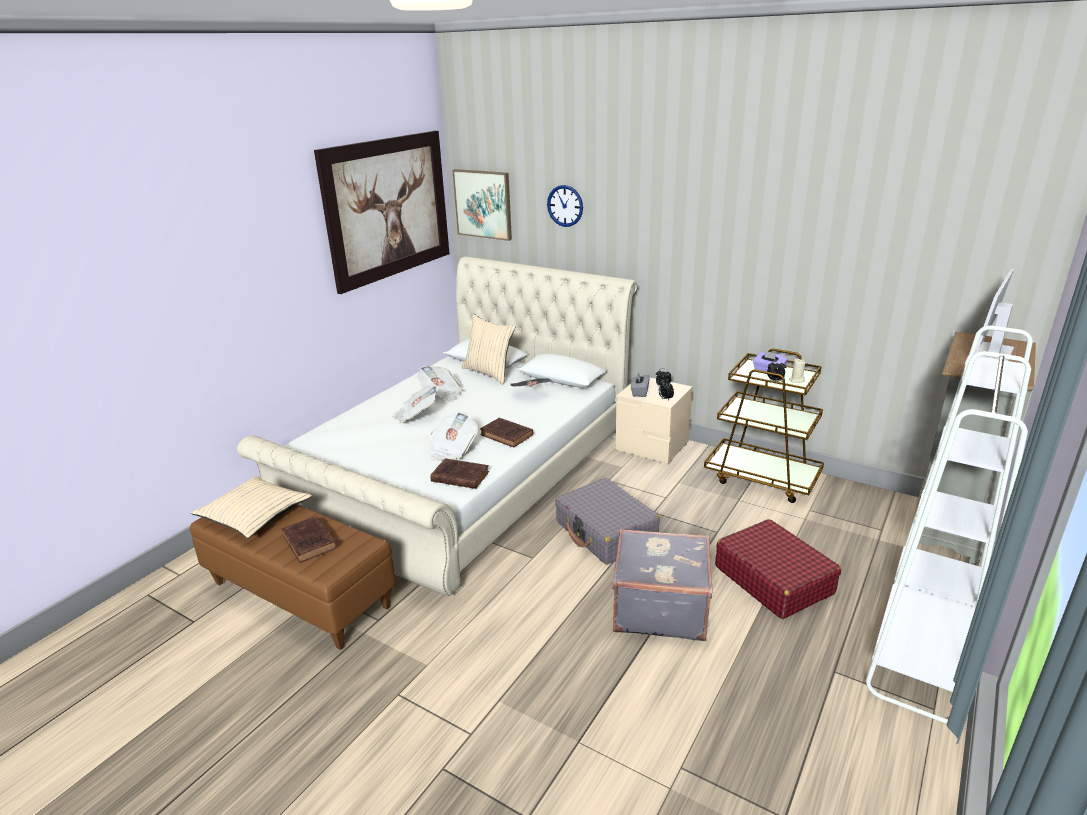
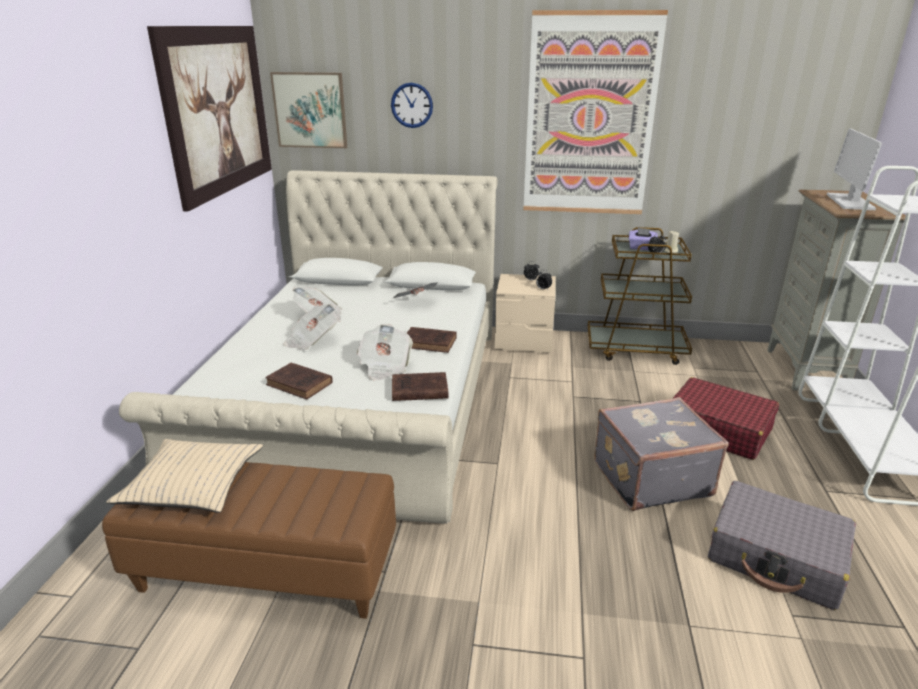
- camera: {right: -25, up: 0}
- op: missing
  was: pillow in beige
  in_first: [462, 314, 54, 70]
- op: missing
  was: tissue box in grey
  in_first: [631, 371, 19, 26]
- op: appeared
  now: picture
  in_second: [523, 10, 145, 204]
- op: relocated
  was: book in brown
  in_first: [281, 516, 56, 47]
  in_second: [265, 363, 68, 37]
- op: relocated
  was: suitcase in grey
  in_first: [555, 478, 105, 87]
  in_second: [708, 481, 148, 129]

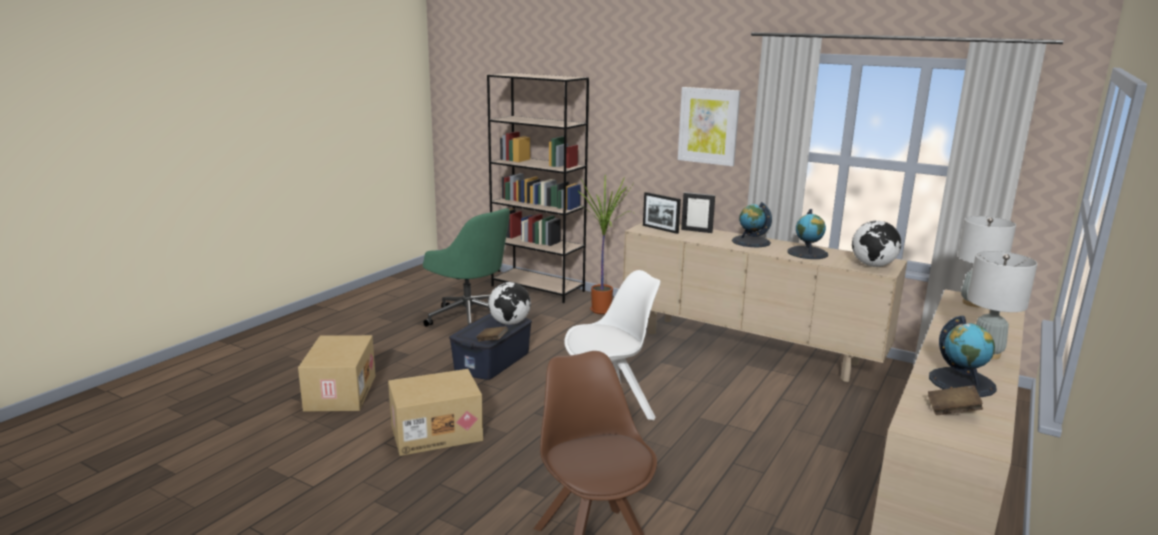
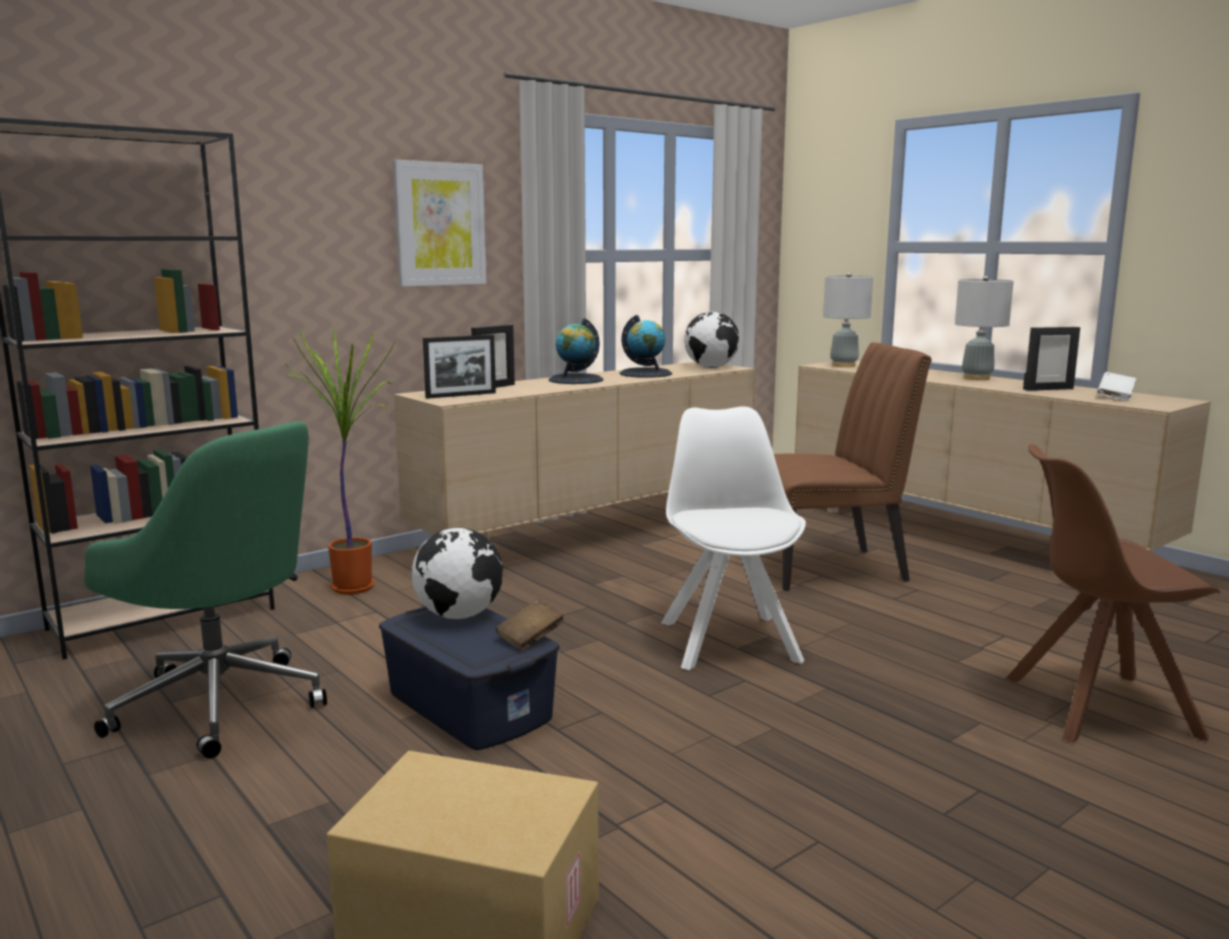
- camera: {right: -70, up: -5}
- op: missing
  was: cardboard box
  in_first: [388, 369, 95, 87]
- op: appeared
  now: chair in brown
  in_second: [774, 342, 158, 249]
- op: exchanged
  was: globe
  now: picture frame
  in_first: [929, 316, 68, 81]
  in_second: [1023, 327, 57, 64]
- op: colour
  was: book in brown
  now: book in white
  in_first: [928, 385, 55, 30]
  in_second: [1097, 372, 39, 29]
- op: spun
  was: office chair in green
  in_first: [423, 208, 87, 119]
  in_second: [84, 421, 243, 338]
  clockwise: 60

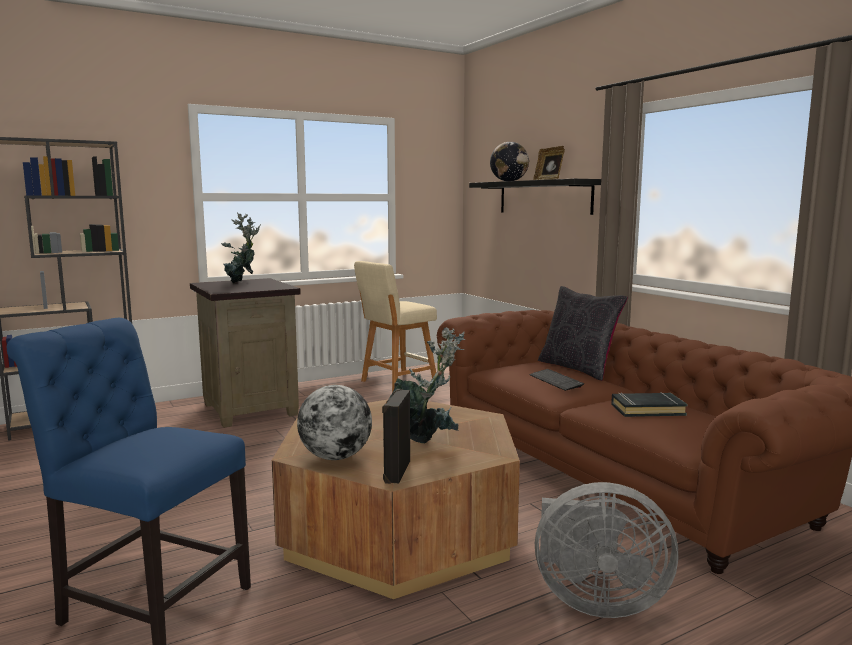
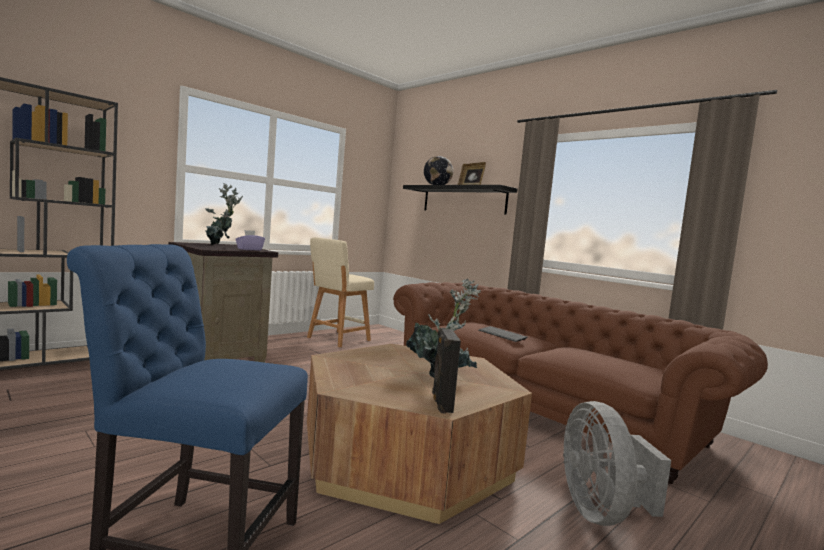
- camera: {right: -15, up: -5}
- op: missing
  was: globe
  in_first: [297, 385, 75, 75]
- op: missing
  was: pillow in black
  in_first: [538, 286, 90, 95]
- op: missing
  was: book in black
  in_first: [611, 392, 77, 25]
- op: appeared
  now: tissue box in purple
  in_second: [235, 230, 30, 21]
- op: spun
  was: fan in grey
  in_first: [535, 482, 143, 136]
  in_second: [563, 401, 108, 125]
  clockwise: 90

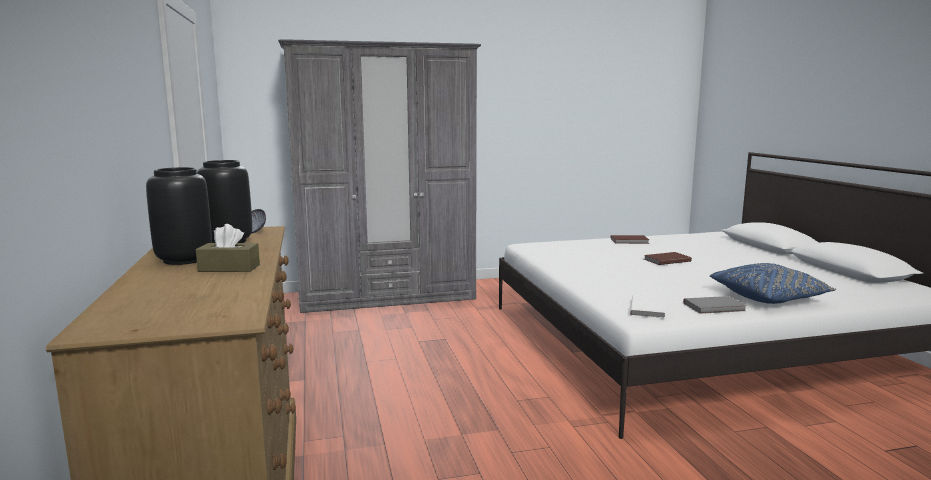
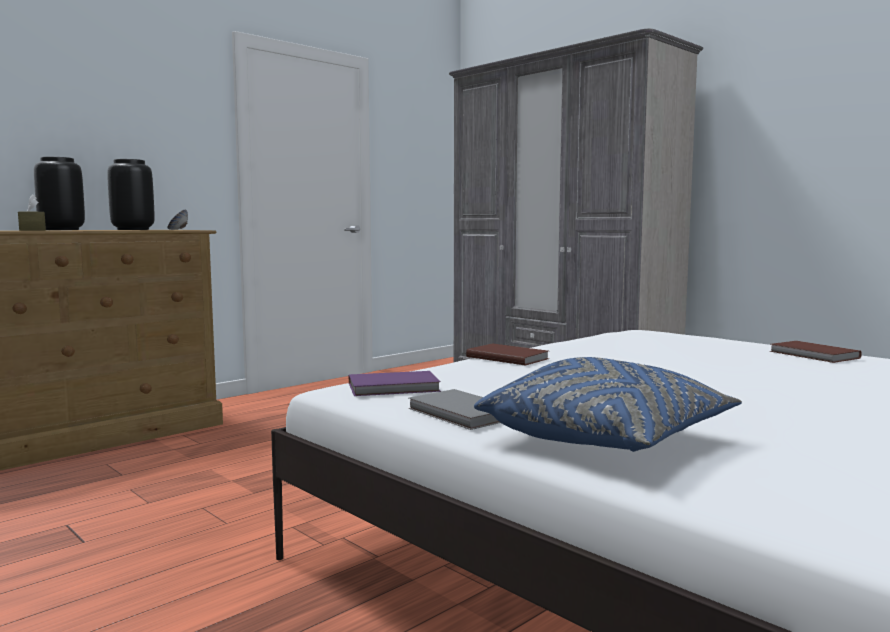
- camera: {right: 60, up: -5}
- op: relocated
  was: book in brown
  in_first: [644, 252, 48, 13]
  in_second: [466, 343, 83, 23]
- op: colour
  was: book in white
  now: book in purple
  in_first: [630, 295, 35, 24]
  in_second: [349, 371, 92, 25]

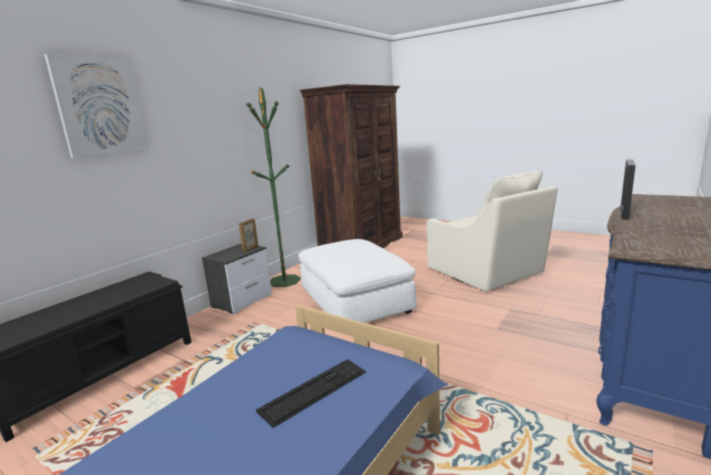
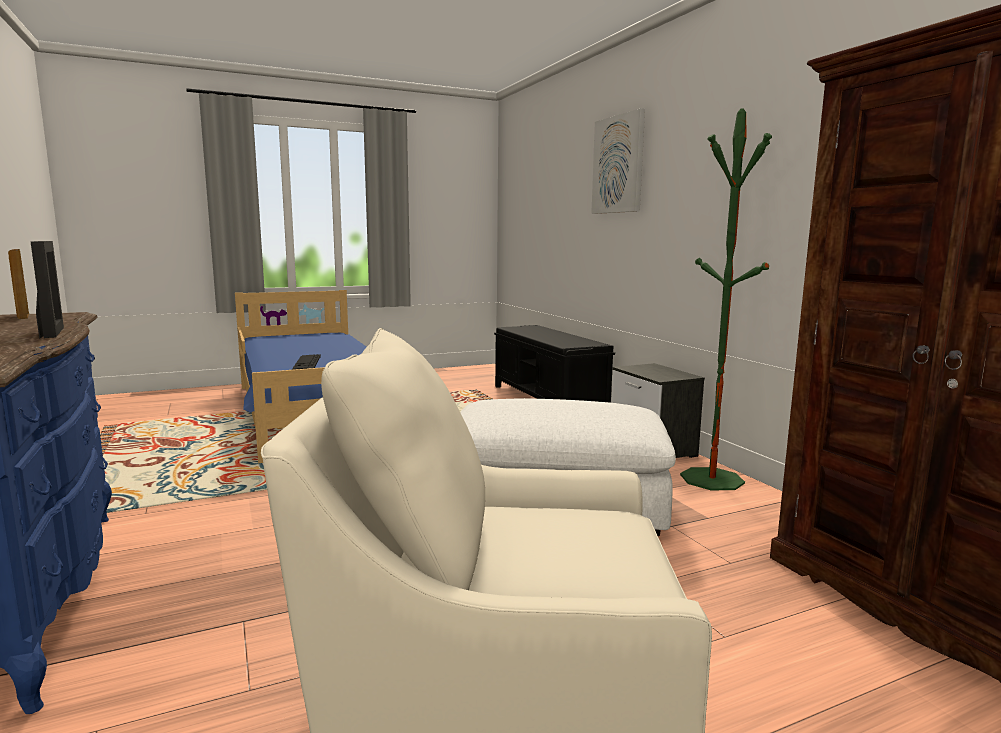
- camera: {right: 120, up: -5}
- op: relocated
  was: picture frame
  in_first: [239, 218, 19, 34]
  in_second: [8, 249, 21, 70]

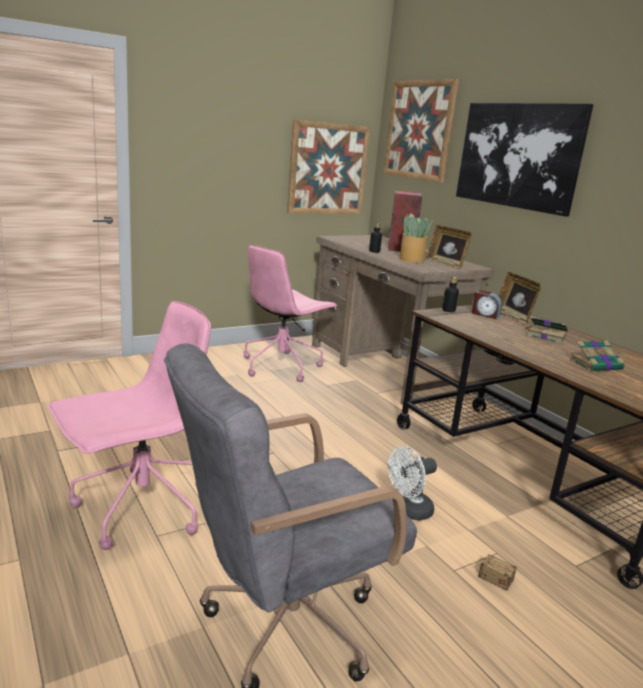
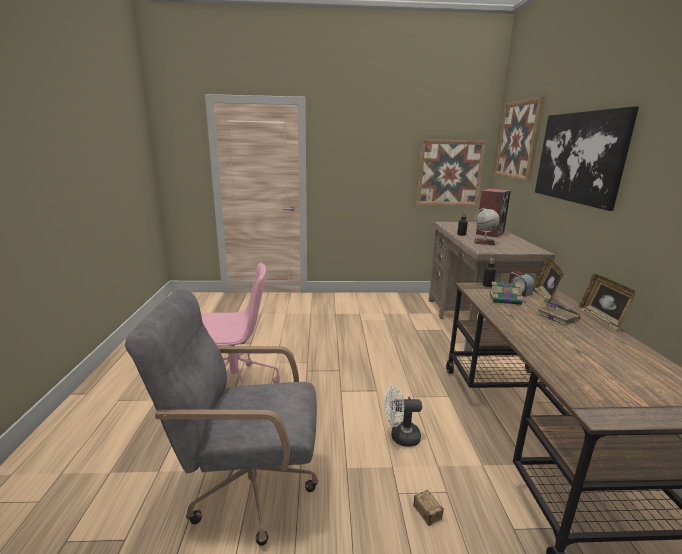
- camera: {right: 30, up: 0}
- op: missing
  was: office chair in pink
  in_first: [244, 244, 93, 138]
- op: relocated
  was: picture frame
  in_first: [426, 225, 45, 44]
  in_second: [579, 274, 57, 57]
- op: relocated
  was: book
  in_first: [570, 341, 54, 30]
  in_second: [489, 282, 38, 23]
- op: exchanged
  was: potted plant
  now: globe
  in_first: [399, 213, 34, 50]
  in_second: [474, 208, 25, 37]

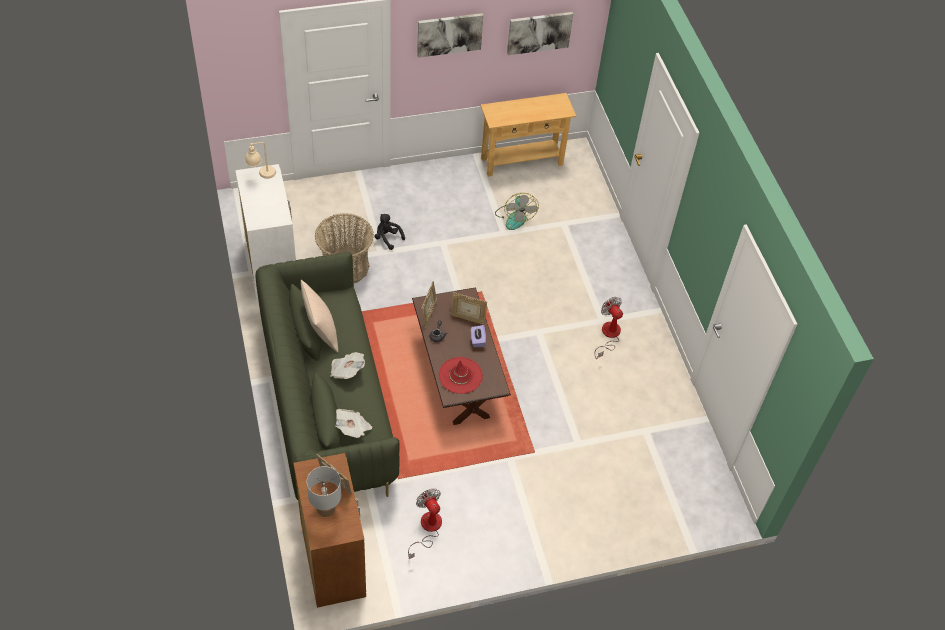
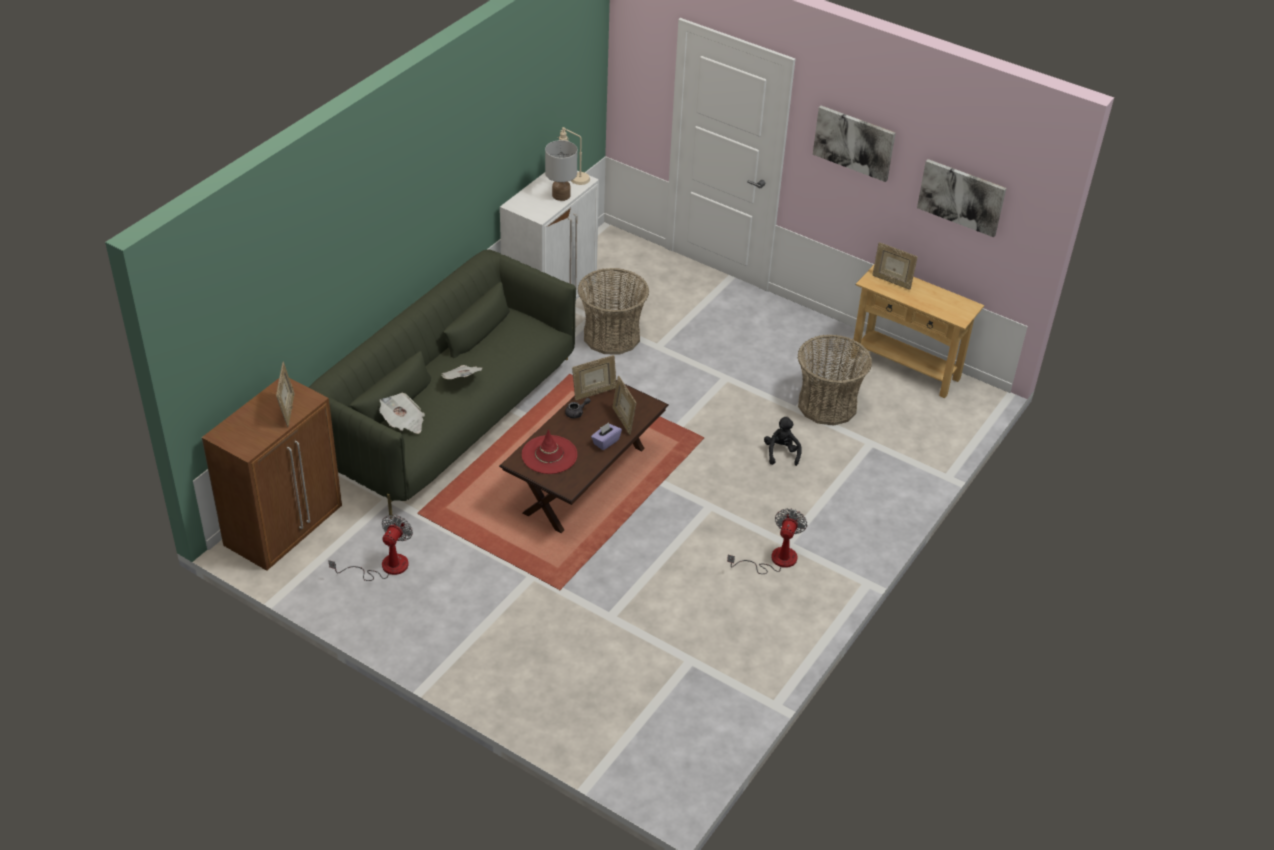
- camera: {right: 50, up: -10}
- op: missing
  was: pillow in beige
  in_first: [301, 280, 37, 73]
- op: appeared
  now: picture frame
  in_second: [872, 242, 46, 48]
- op: relocated
  was: table lamp in grey
  in_first: [307, 466, 34, 51]
  in_second: [545, 140, 32, 61]
- op: relocated
  was: plush toy in black
  in_first: [375, 214, 30, 36]
  in_second: [764, 417, 38, 49]
- op: exchanged
  was: fan
  now: basket
  in_first: [495, 193, 44, 37]
  in_second: [797, 334, 75, 92]

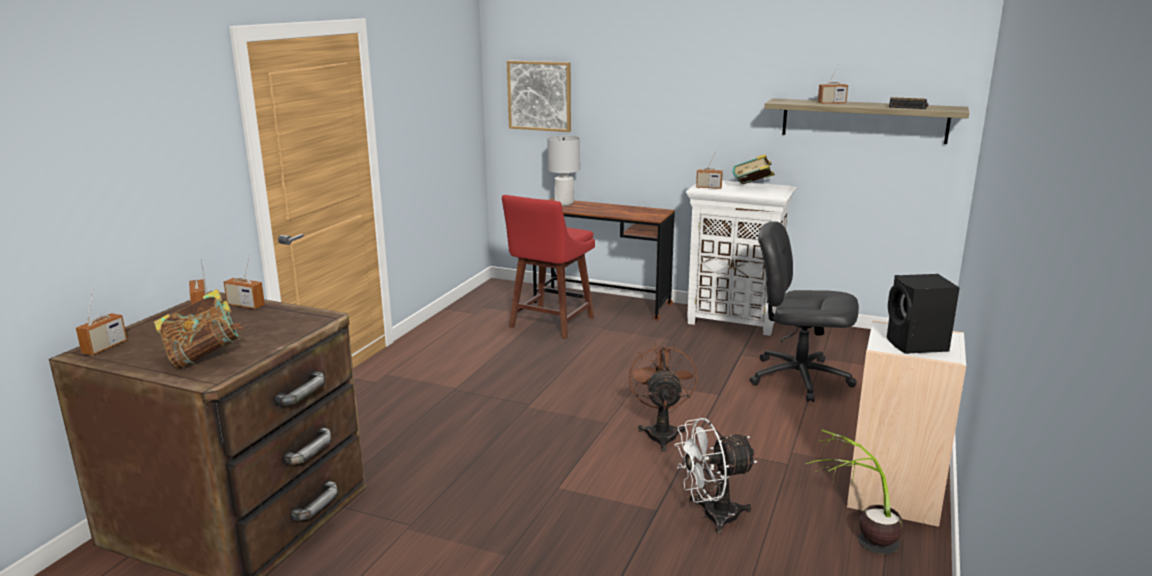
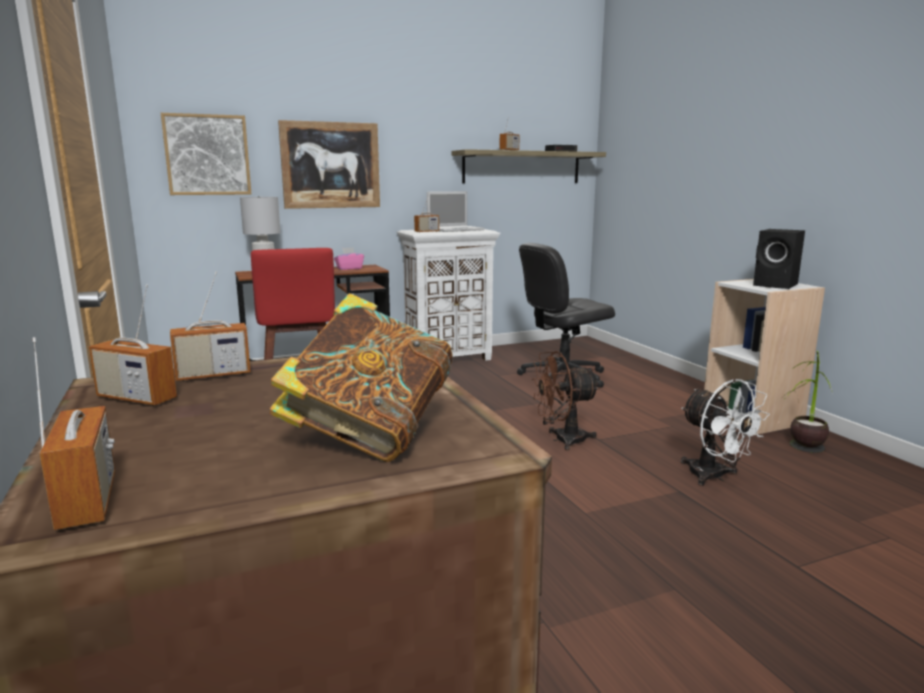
- camera: {right: -45, up: -5}
- op: appeared
  now: picture
  in_second: [278, 120, 102, 89]
- op: appeared
  now: tissue box in pink
  in_second: [334, 247, 30, 23]
- op: exchanged
  was: book
  now: laptop
  in_first: [733, 154, 42, 30]
  in_second: [427, 191, 58, 41]
- op: spun
  was: fan in brown
  in_first: [629, 342, 69, 109]
  in_second: [531, 351, 69, 99]
  clockwise: -60
- op: spun
  was: fan in white
  in_first: [675, 418, 82, 116]
  in_second: [681, 378, 89, 108]
  clockwise: -60

